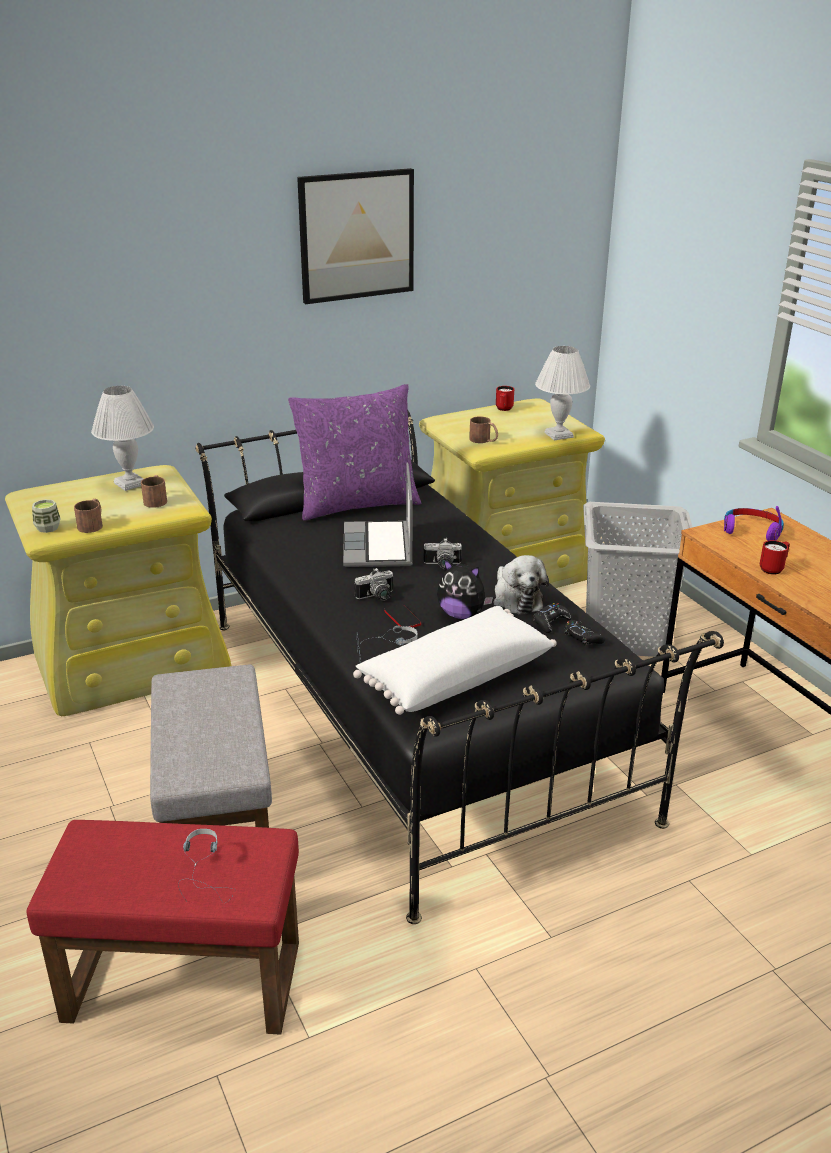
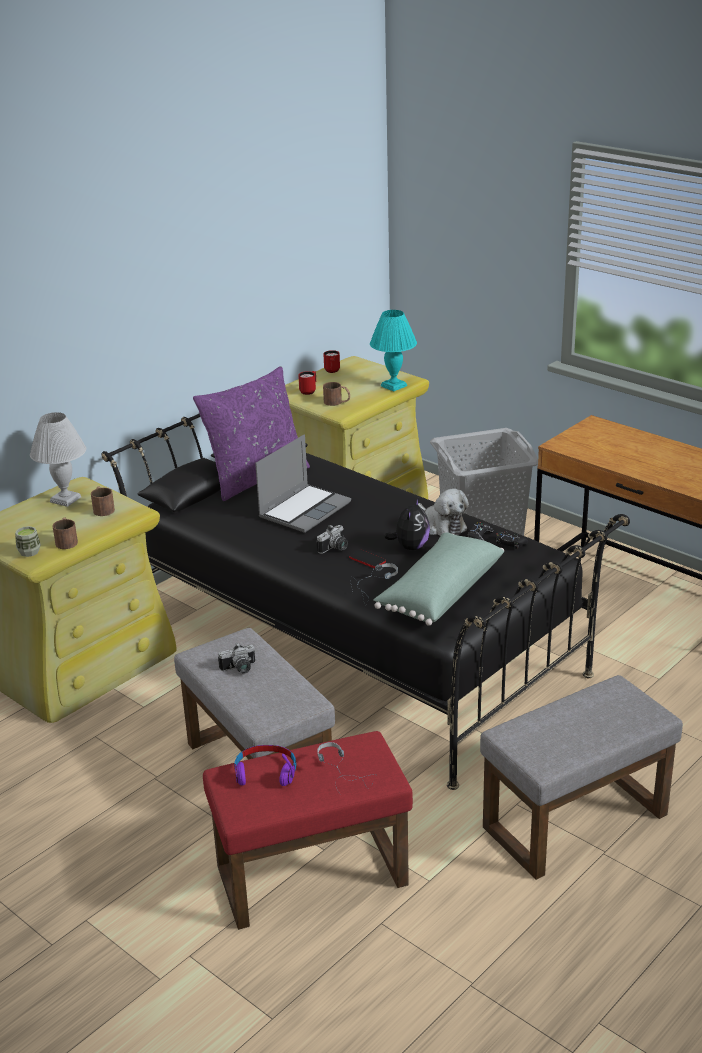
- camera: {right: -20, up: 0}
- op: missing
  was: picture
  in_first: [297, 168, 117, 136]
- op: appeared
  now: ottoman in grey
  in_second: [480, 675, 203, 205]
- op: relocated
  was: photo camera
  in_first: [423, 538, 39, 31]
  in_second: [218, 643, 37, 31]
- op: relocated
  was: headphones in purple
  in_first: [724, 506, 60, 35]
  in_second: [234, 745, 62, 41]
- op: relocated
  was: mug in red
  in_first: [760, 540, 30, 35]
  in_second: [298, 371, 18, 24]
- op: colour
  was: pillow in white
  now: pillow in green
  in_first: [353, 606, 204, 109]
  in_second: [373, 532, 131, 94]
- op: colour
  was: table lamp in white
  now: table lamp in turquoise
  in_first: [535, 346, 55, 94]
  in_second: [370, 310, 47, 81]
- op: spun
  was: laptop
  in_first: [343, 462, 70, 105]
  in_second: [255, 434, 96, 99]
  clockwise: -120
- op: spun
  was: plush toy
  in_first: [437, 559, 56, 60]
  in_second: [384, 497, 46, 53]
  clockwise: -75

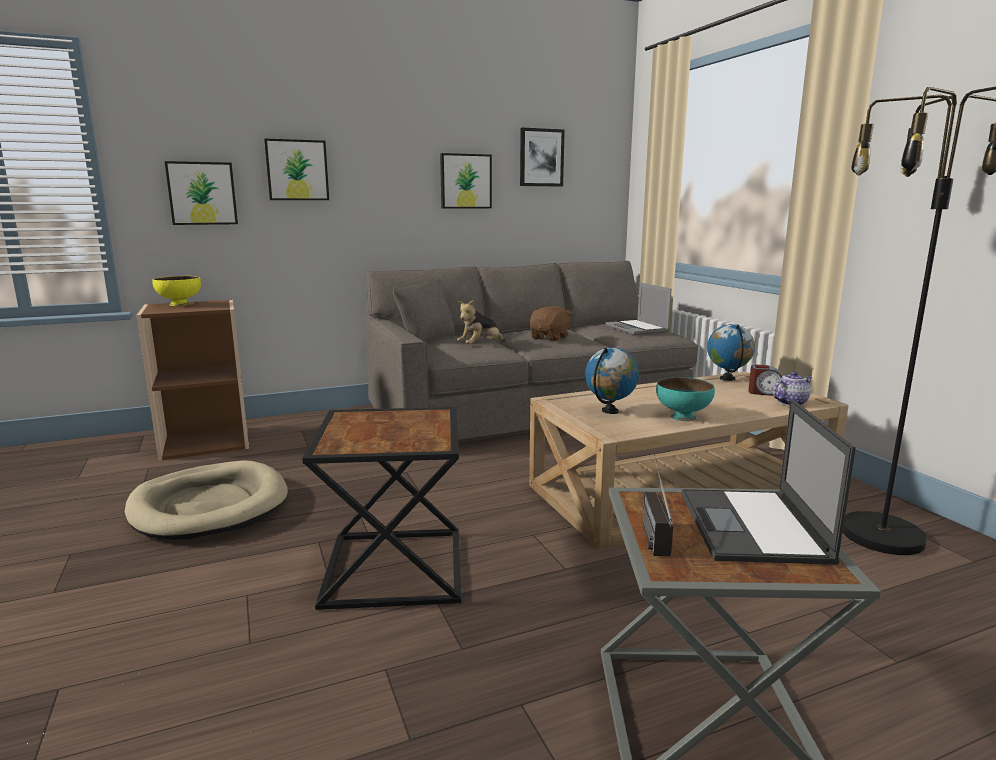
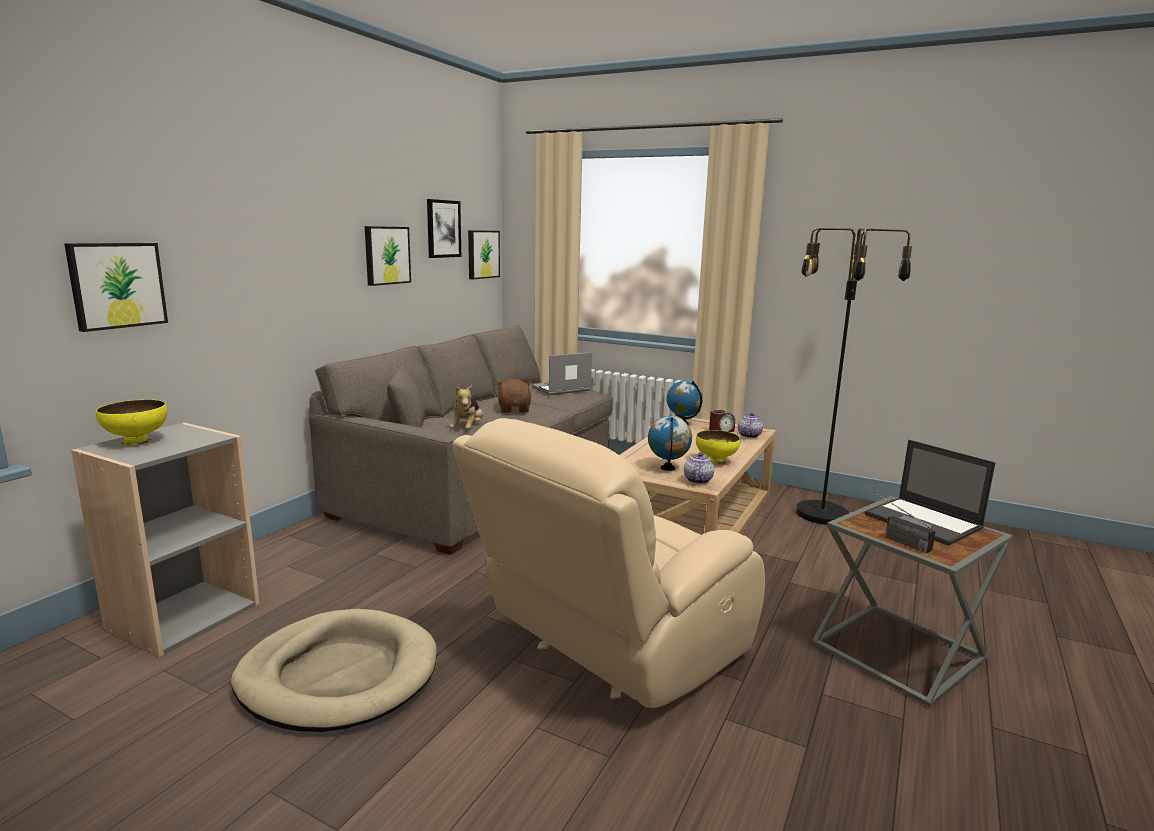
- camera: {right: -40, up: 0}
- op: appeared
  now: teapot
  in_second: [684, 453, 30, 31]
- op: relocated
  was: picture
  in_first: [264, 139, 65, 61]
  in_second: [468, 230, 32, 49]
- op: exchanged
  was: side table in black
  now: armchair in beige
  in_first: [302, 407, 159, 203]
  in_second: [453, 418, 312, 290]
- op: colour
  was: bookcase in brown
  now: bookcase in grey
  in_first: [137, 300, 112, 161]
  in_second: [71, 423, 189, 234]
- op: colour
  was: bowl in turquoise
  now: bowl in yellow
  in_first: [656, 377, 59, 44]
  in_second: [696, 430, 44, 35]
- op: spun
  was: laptop
  in_first: [605, 283, 66, 52]
  in_second: [532, 352, 60, 43]
  clockwise: 120

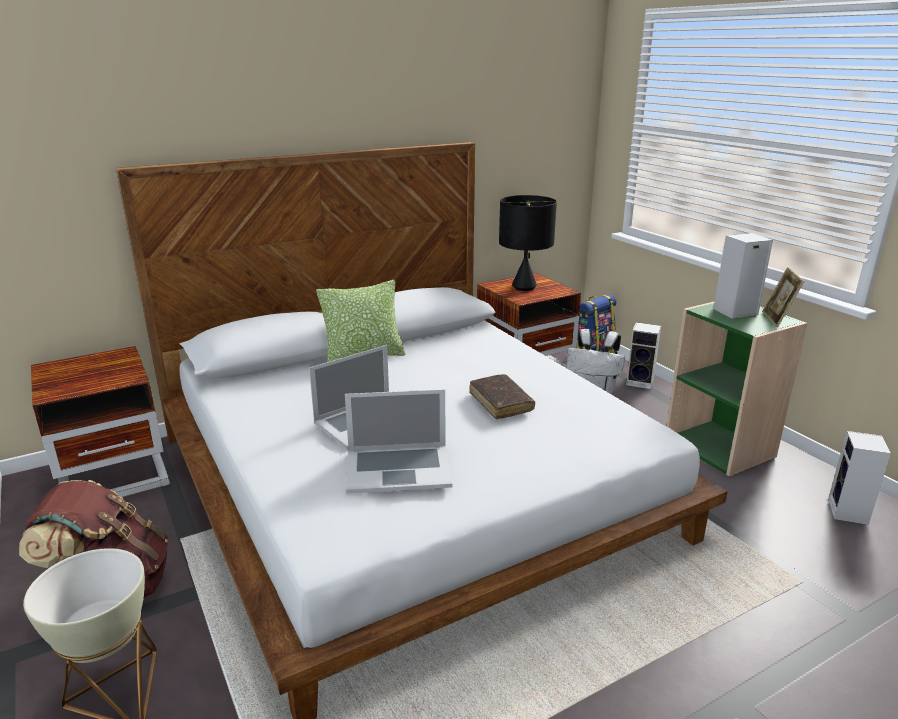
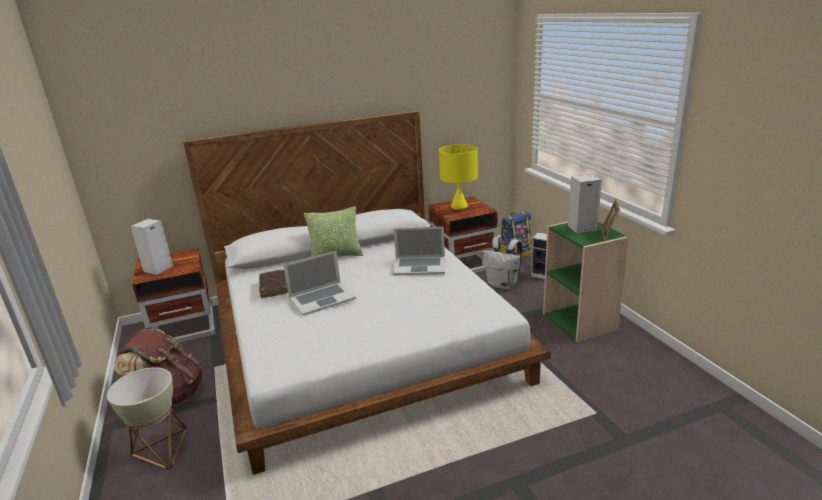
- camera: {right: 10, up: 0}
- op: relocated
  was: laptop
  in_first: [345, 389, 107, 104]
  in_second: [393, 227, 52, 48]
- op: relocated
  was: book in brown
  in_first: [469, 374, 66, 45]
  in_second: [259, 270, 29, 28]
- op: relocated
  was: speaker
  in_first: [828, 431, 63, 94]
  in_second: [130, 219, 43, 56]
- op: colour
  was: table lamp in black
  now: table lamp in yellow
  in_first: [499, 195, 58, 96]
  in_second: [439, 144, 39, 66]

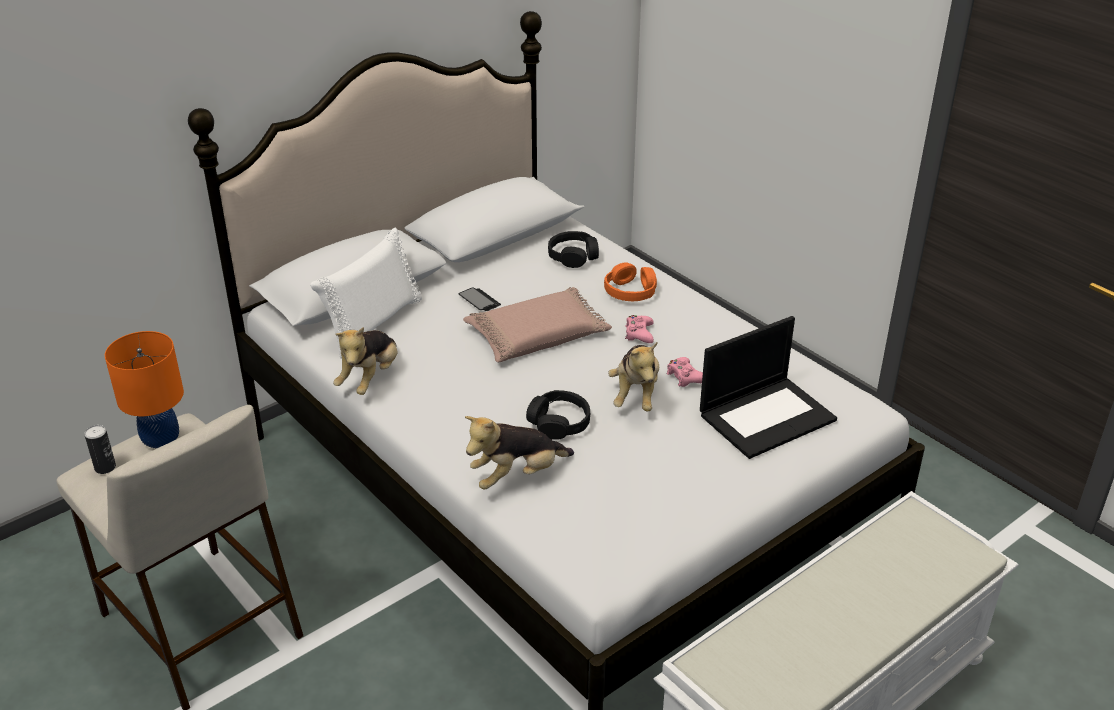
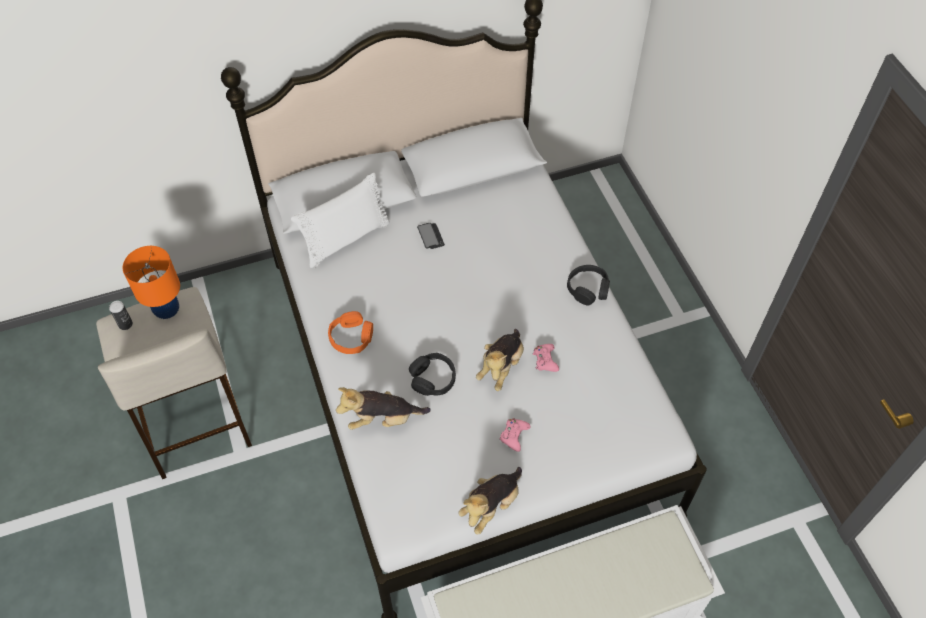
- camera: {right: 20, up: 20}
- op: missing
  was: pillow in beige
  in_first: [463, 287, 149, 75]
- op: missing
  was: laptop
  in_first: [700, 316, 137, 143]
- op: relocated
  was: plush toy
  in_first: [333, 327, 65, 68]
  in_second: [459, 467, 63, 67]
- op: relocated
  was: headphones in black
  in_first: [548, 231, 51, 37]
  in_second: [567, 265, 43, 41]
- op: relocated
  was: headphones in orange
  in_first: [604, 262, 53, 39]
  in_second: [328, 311, 45, 43]
- op: relocated
  was: game controller in pink
  in_first: [625, 315, 29, 28]
  in_second: [500, 418, 31, 34]

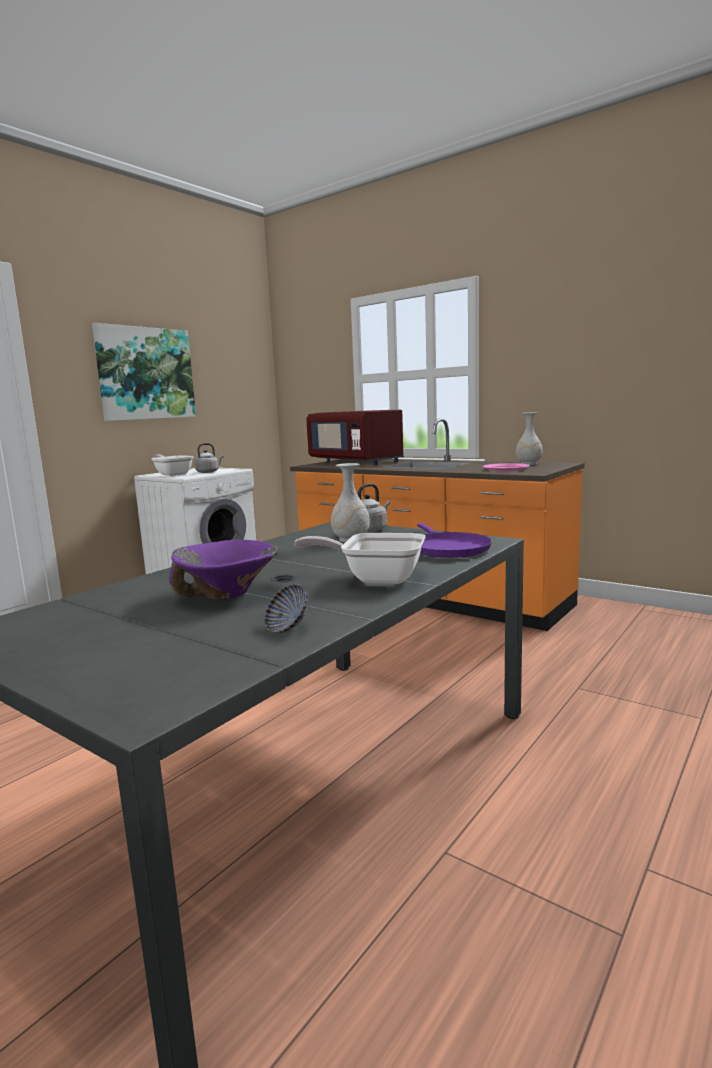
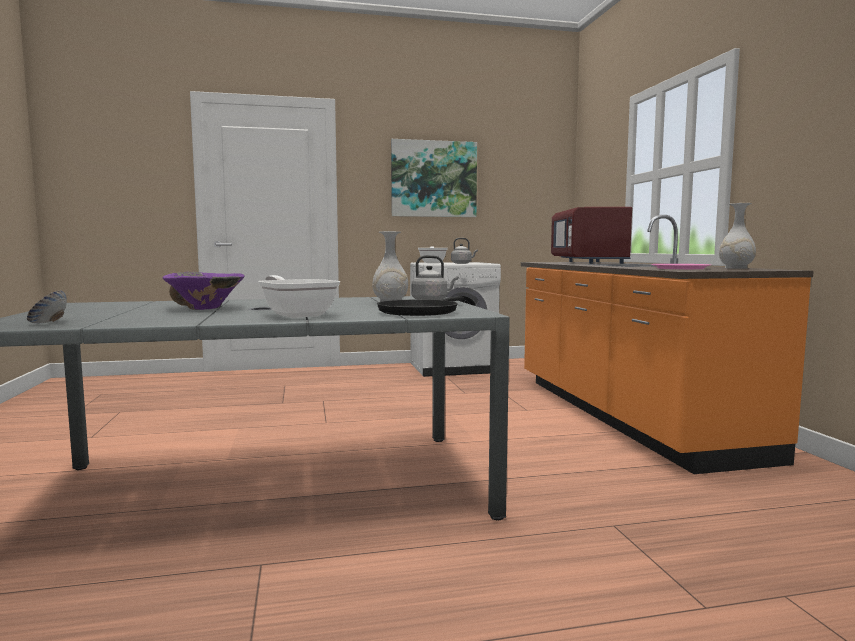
- camera: {right: 40, up: -5}
- op: relocated
  was: bowl
  in_first: [264, 584, 44, 49]
  in_second: [27, 291, 40, 32]
- op: colour
  was: frying pan in purple
  now: frying pan in black
  in_first: [417, 523, 75, 35]
  in_second: [377, 296, 86, 20]

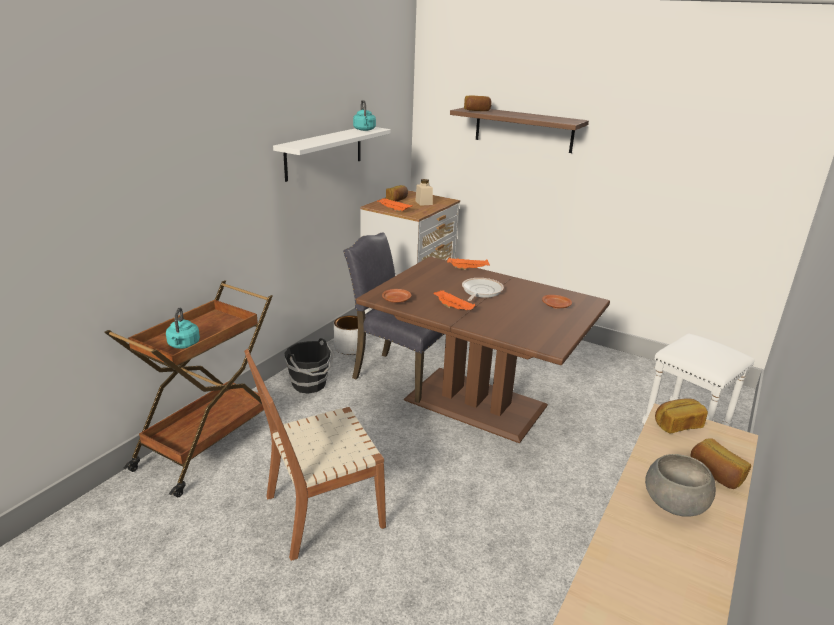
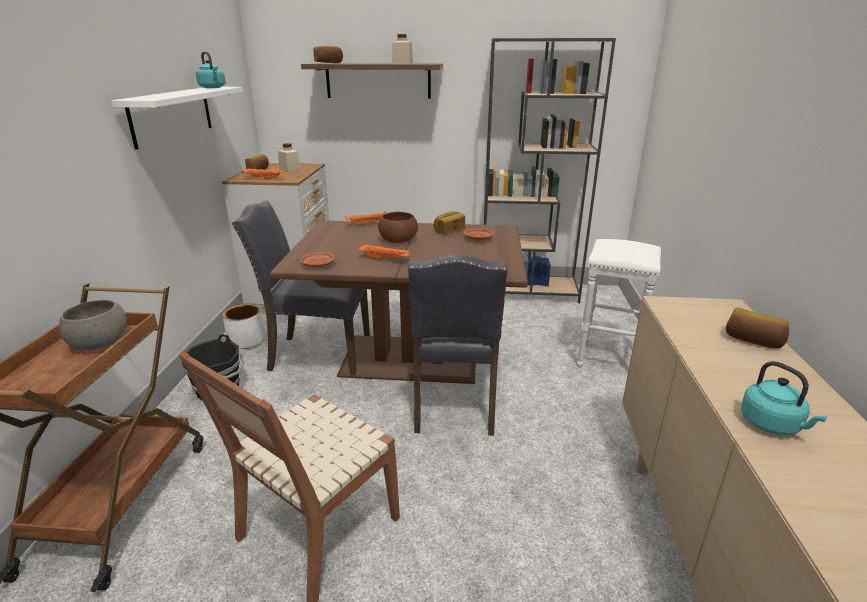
- camera: {right: -25, up: 0}
- op: appeared
  now: jar in beige
  in_second: [392, 34, 21, 30]
- op: appeared
  now: chair in grey
  in_second: [408, 254, 100, 182]
- op: appeared
  now: bookcase
  in_second: [484, 38, 132, 266]
- op: relocated
  was: kettle in turquoise
  in_first: [166, 307, 34, 42]
  in_second: [741, 361, 86, 74]
- op: relocated
  was: bowl in grey
  in_first: [645, 454, 71, 63]
  in_second: [59, 300, 68, 50]
- op: relocated
  was: bread
  in_first: [655, 398, 53, 35]
  in_second: [434, 211, 31, 23]
- op: exchanged
  was: frying pan
  now: bowl in brown
  in_first: [462, 278, 42, 23]
  in_second: [378, 212, 40, 31]

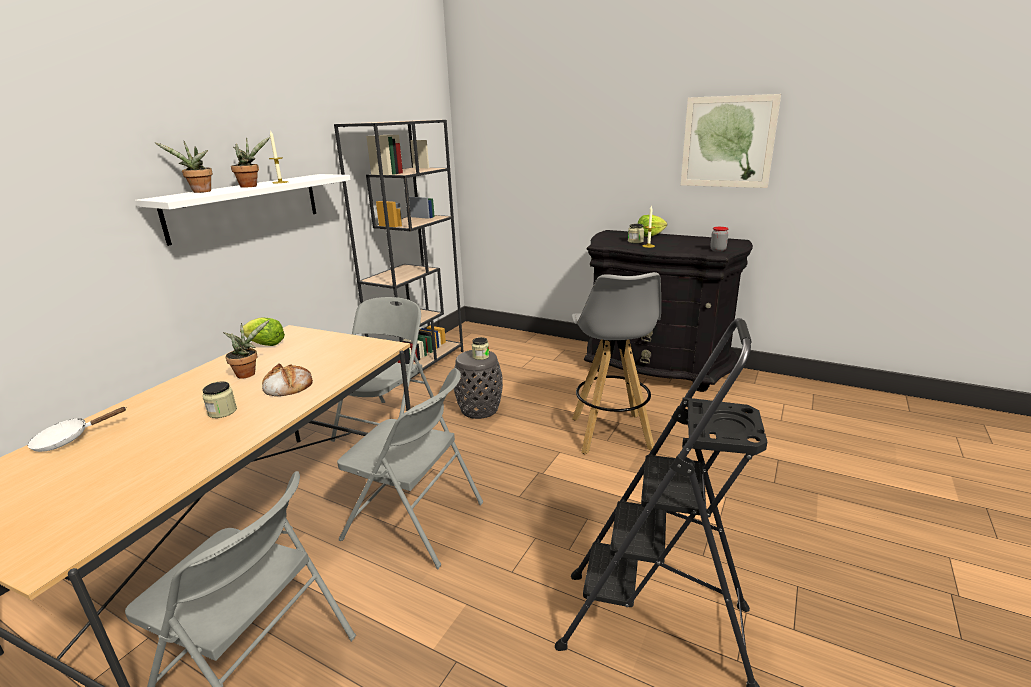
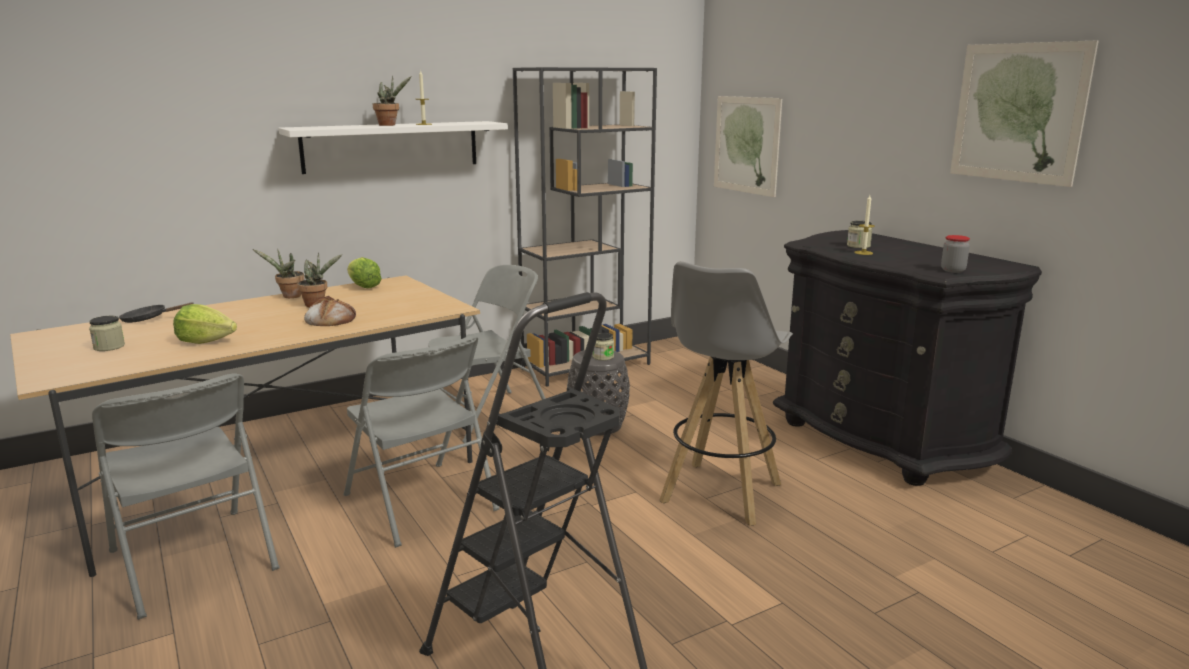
- camera: {right: 30, up: -5}
- op: appeared
  now: picture
  in_second: [714, 96, 68, 101]
- op: relocated
  was: potted plant
  in_first: [154, 141, 59, 52]
  in_second: [253, 249, 51, 49]
- op: relocated
  was: jar
  in_first: [203, 381, 34, 37]
  in_second: [89, 316, 36, 35]
- op: relocated
  was: lettuce
  in_first: [637, 215, 30, 21]
  in_second: [173, 304, 64, 40]
- op: colour
  was: frying pan in white
  now: frying pan in black
  in_first: [27, 407, 100, 45]
  in_second: [119, 302, 75, 21]

